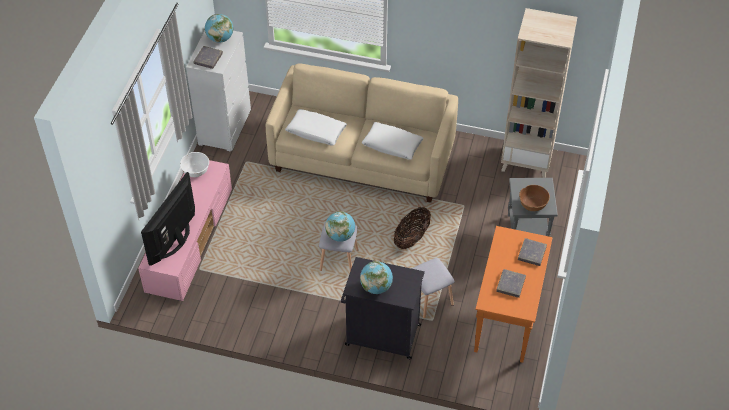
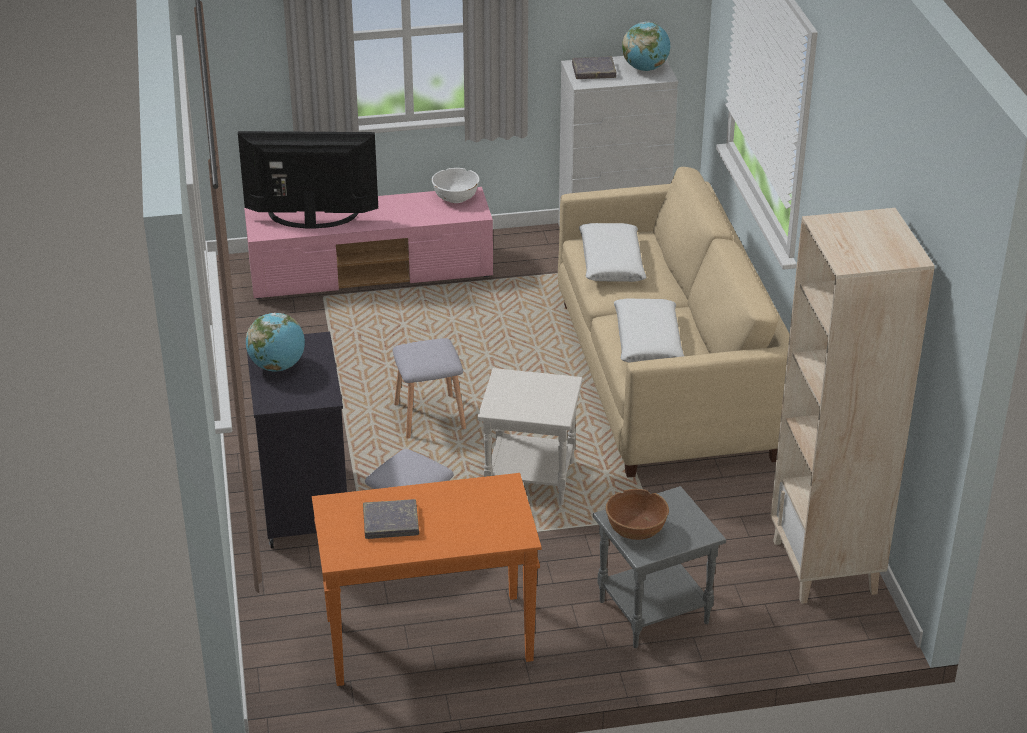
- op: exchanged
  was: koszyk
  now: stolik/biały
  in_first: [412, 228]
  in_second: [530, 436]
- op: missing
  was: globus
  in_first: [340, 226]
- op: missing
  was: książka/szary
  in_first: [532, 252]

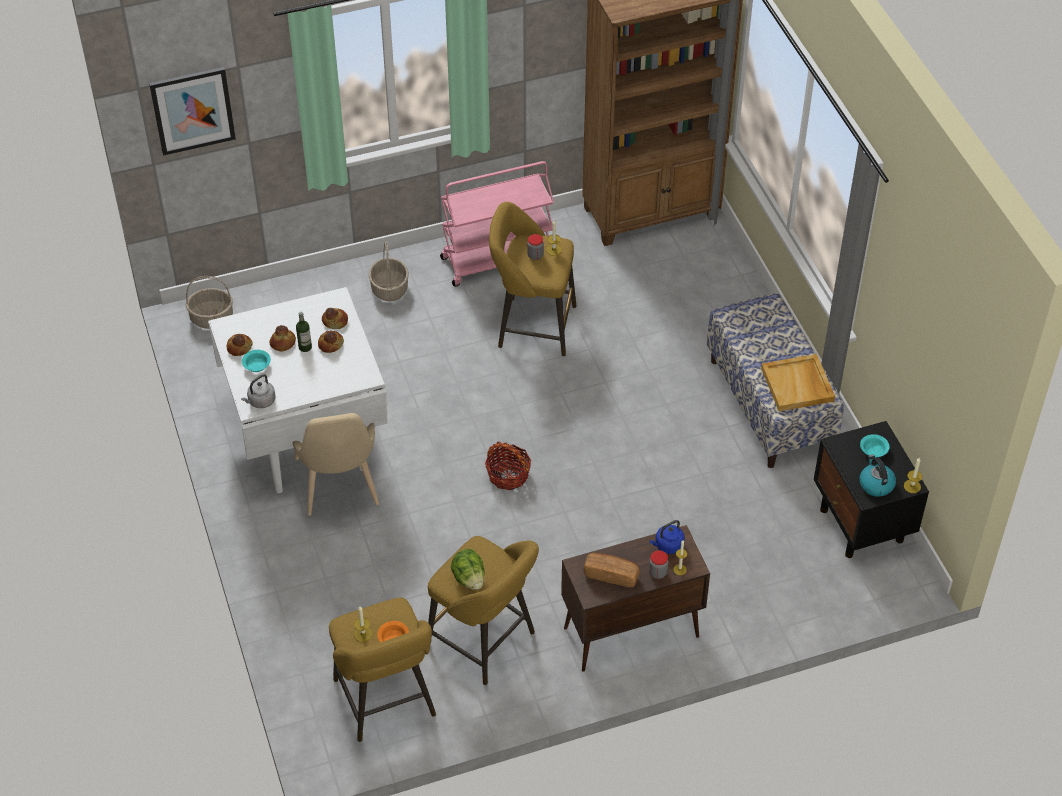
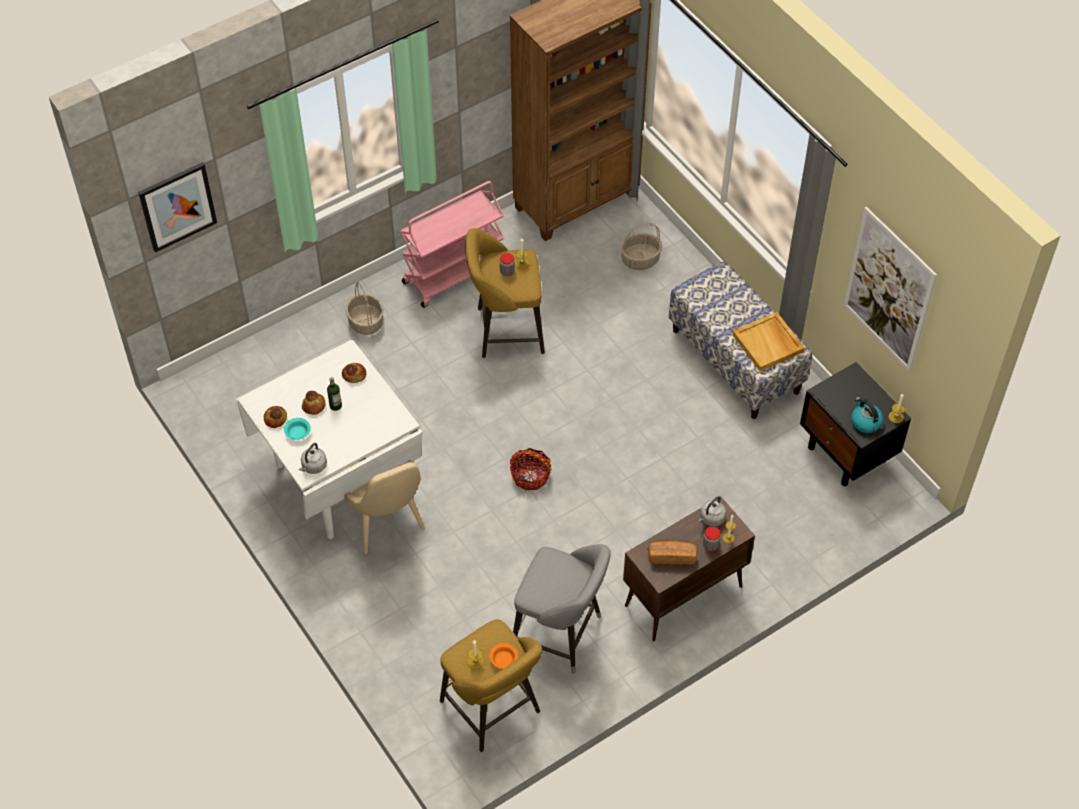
- op: relocated
  was: koszyk
  in_first: [209, 302]
  in_second: [641, 246]
- op: missing
  was: chleb
  in_first: [331, 342]
- op: missing
  was: miska/turkusowy
  in_first: [875, 446]
- op: colour
  was: czajnik/niebieski
  now: czajnik/szary
  in_first: [667, 537]
  in_second: [712, 511]
- op: colour
  was: stołek/żółty
  now: stołek/szary
  in_first: [483, 610]
  in_second: [562, 609]
- op: missing
  was: sałata
  in_first: [468, 569]
- op: appeared
  now: obraz
  in_second: [890, 289]

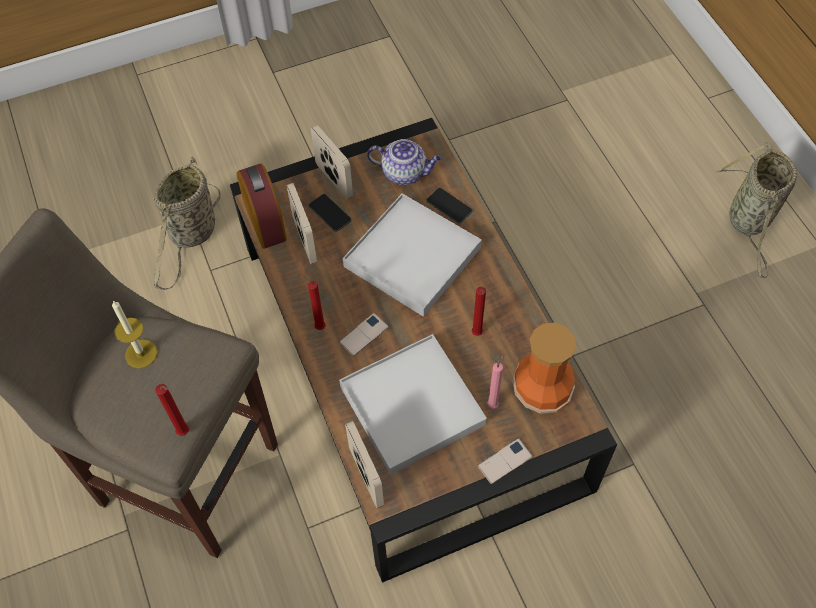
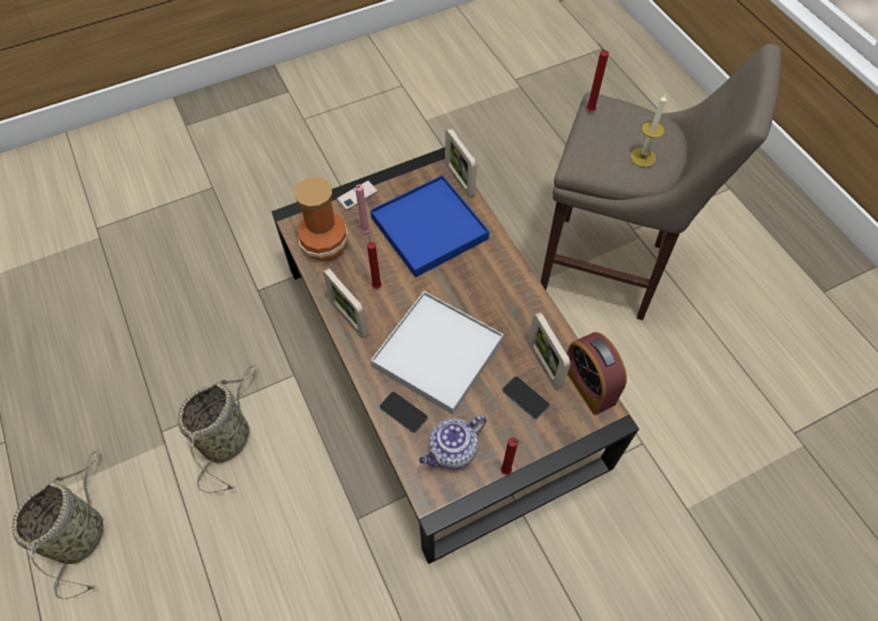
- op: relocated
  was: ramka na zdjęcie
  in_first: [332, 162]
  in_second: [345, 303]
- op: spun
  was: imbryk
  in_first: [404, 162]
  in_second: [453, 442]
  clockwise: -45
- op: relocated
  was: koszyk
  in_first: [187, 223]
  in_second: [217, 429]
- op: relocated
  was: świeca/czerwony
  in_first: [314, 302]
  in_second: [512, 456]
- op: missing
  was: telefon
  in_first: [364, 334]
- op: colour
  was: taca/biały
  now: taca/niebieski
  in_first: [413, 404]
  in_second: [429, 226]

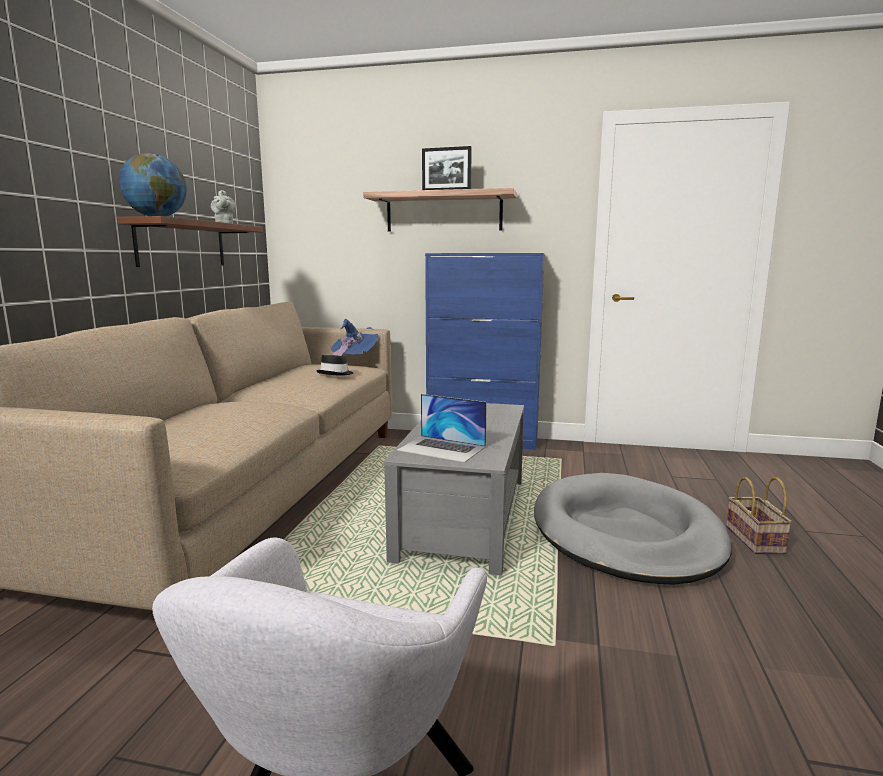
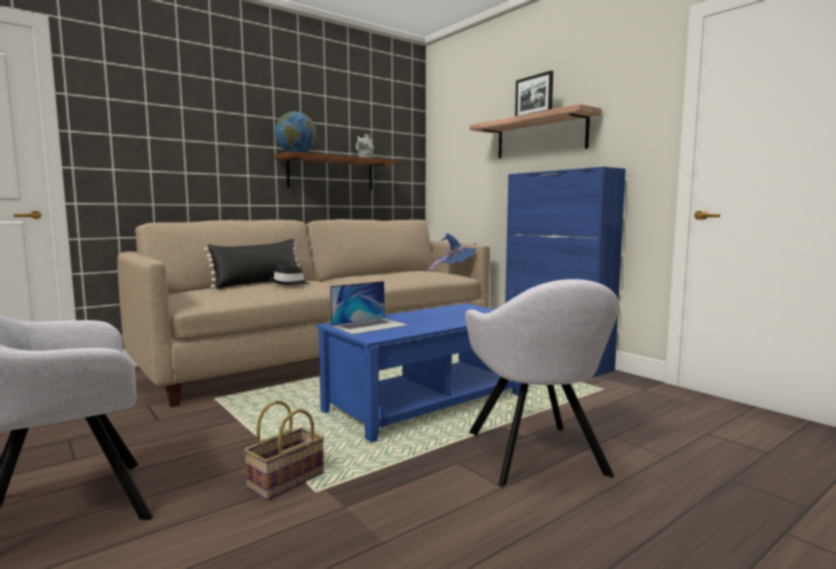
- op: relocated
  was: kapelusz/czarny
  in_first: [334, 365]
  in_second: [289, 274]
- op: spun
  was: laptop
  in_first: [442, 428]
  in_second: [369, 307]
  clockwise: -105
- op: colour
  was: ława/szary
  now: ława/niebieski
  in_first: [453, 489]
  in_second: [418, 373]
- op: exchanged
  was: legowisko/szary
  now: fotel/szary
  in_first: [633, 529]
  in_second: [542, 383]
- op: relocated
  was: koszyk
  in_first: [759, 515]
  in_second: [284, 450]
- op: appeared
  now: poduszka/czarny
  in_second: [251, 264]

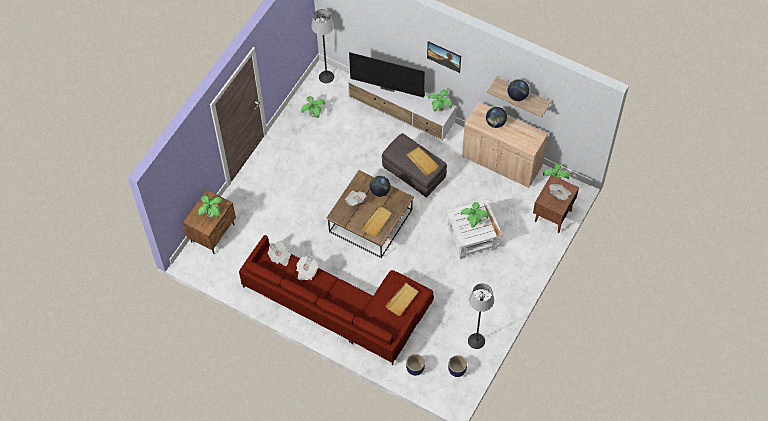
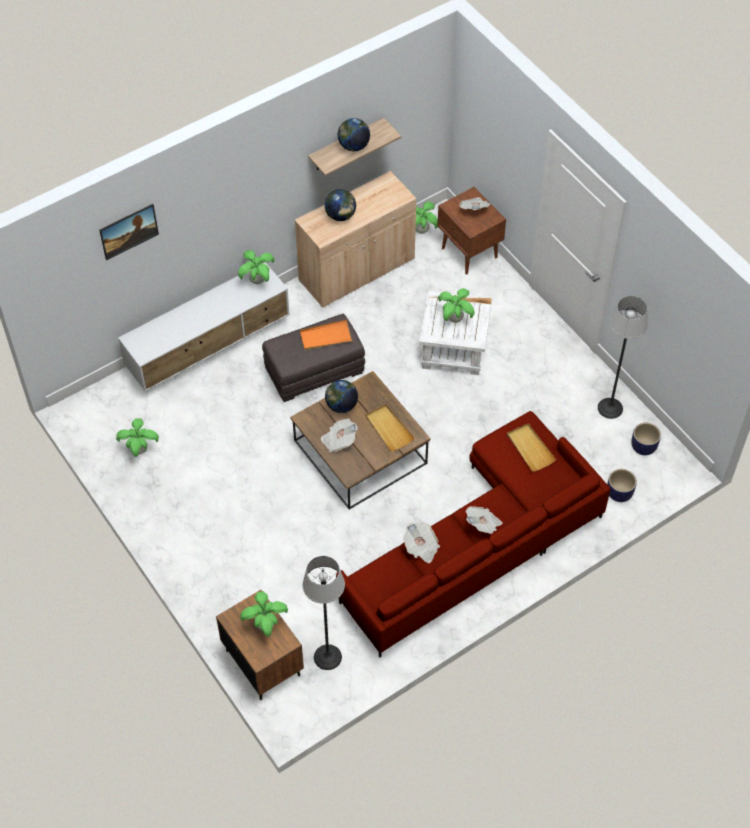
- op: relocated
  was: lampa stojąca
  in_first: [322, 46]
  in_second: [324, 613]
- op: relocated
  was: obraz
  in_first: [444, 57]
  in_second: [129, 232]
- op: missing
  was: telewizor
  in_first: [387, 75]
- op: colour
  was: taca/beżowy
  now: taca/pomarańczowy
  in_first: [422, 161]
  in_second: [326, 335]
- op: relocated
  was: gazeta
  in_first: [279, 254]
  in_second: [484, 520]

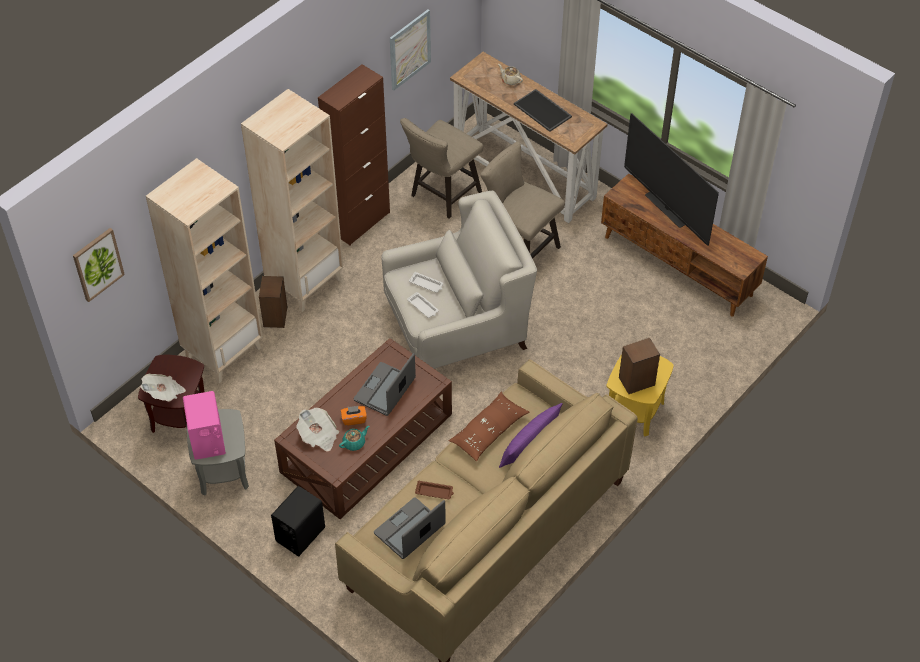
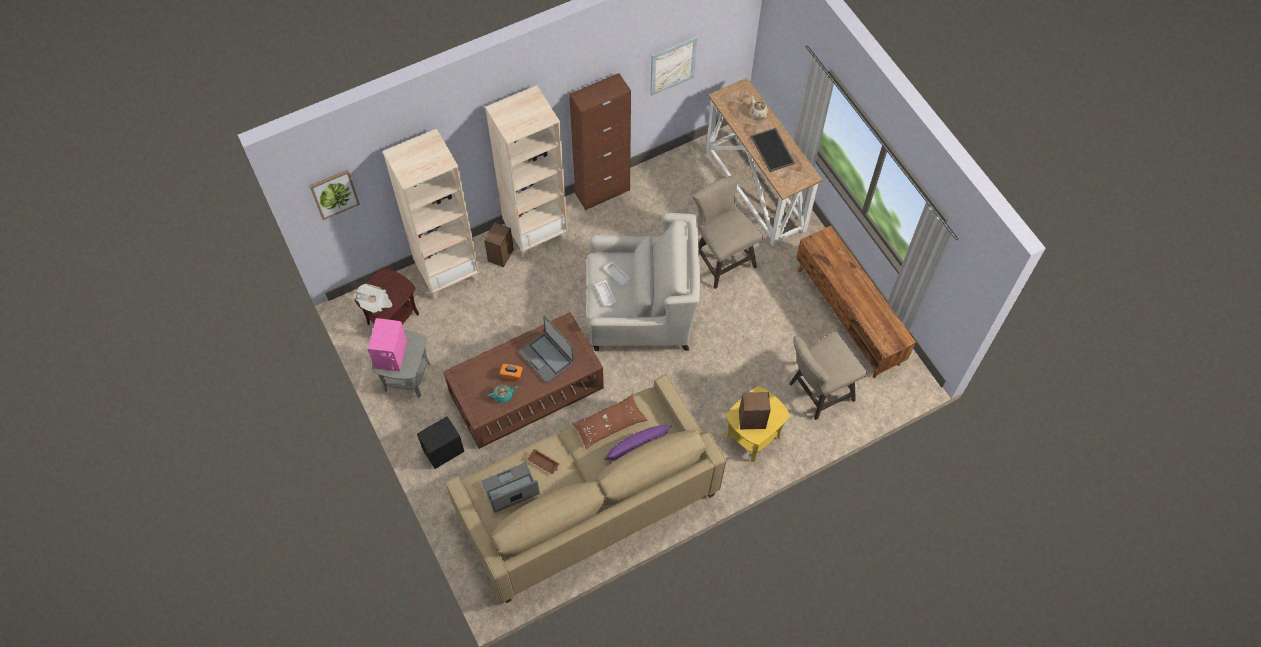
- op: missing
  was: telewizor
  in_first: [671, 179]
- op: relocated
  was: stołek/beżowy
  in_first: [442, 168]
  in_second: [828, 376]
- op: spun
  was: laptop
  in_first: [385, 384]
  in_second: [546, 349]
  clockwise: -90
- op: missing
  was: gazeta
  in_first: [317, 430]

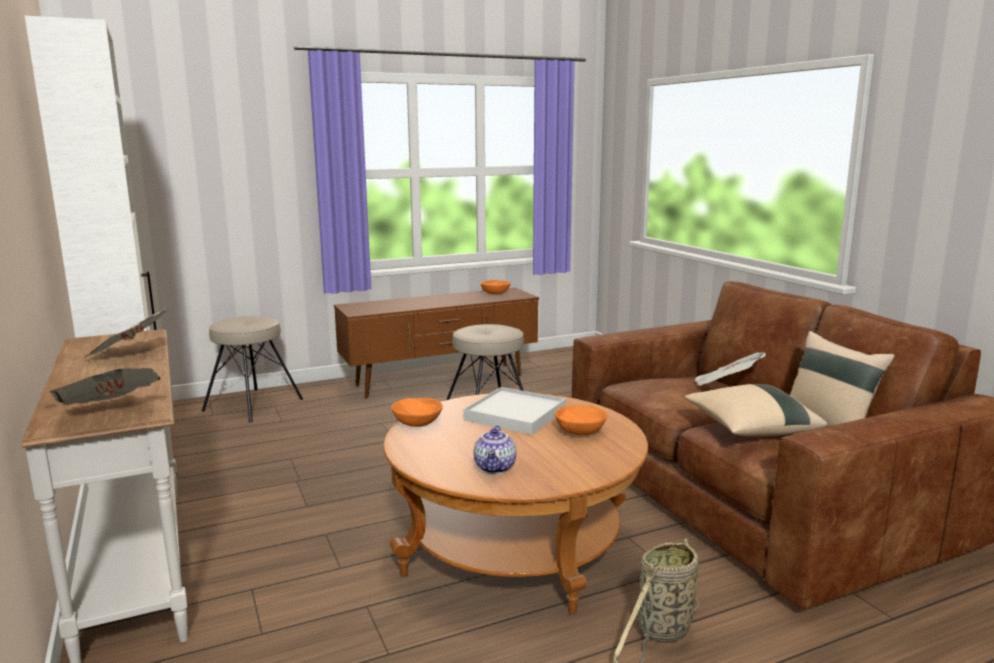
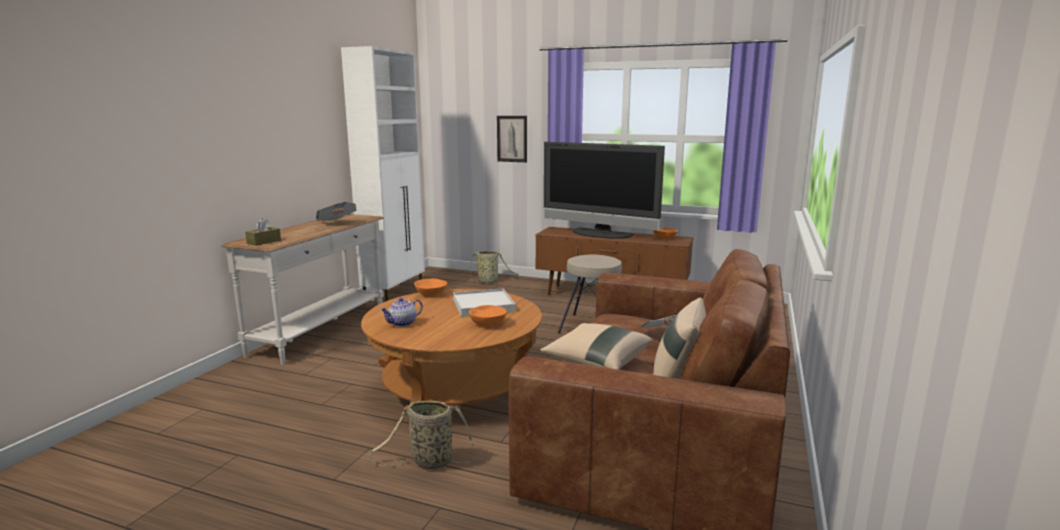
- op: exchanged
  was: stołek/beżowy
  now: koszyk
  in_first: [252, 369]
  in_second: [492, 267]
- op: exchanged
  was: gazeta
  now: pudełko chusteczek/brązowy
  in_first: [105, 386]
  in_second: [263, 232]
- op: appeared
  now: obraz
  in_second: [512, 139]
- op: appeared
  now: telewizor
  in_second: [604, 190]

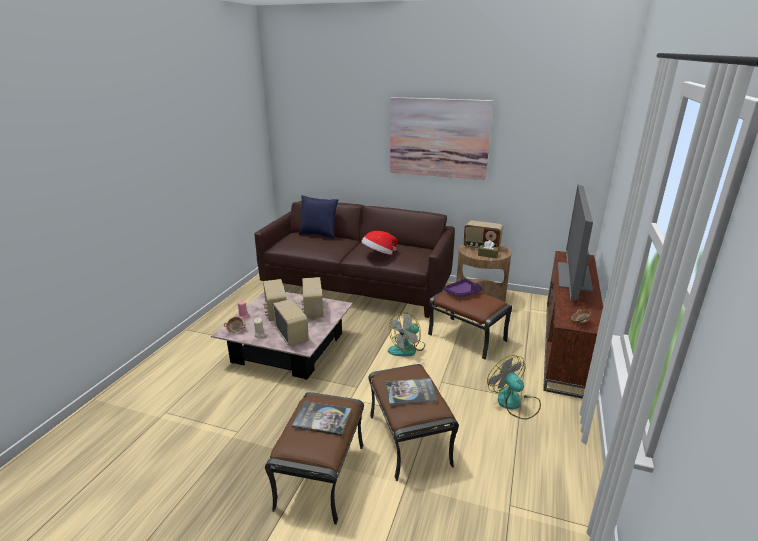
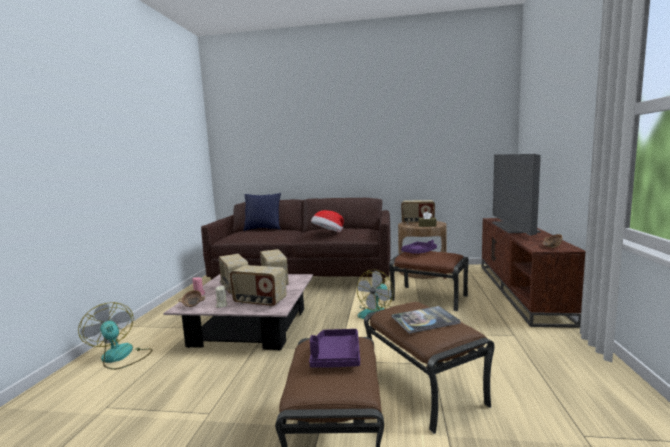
- op: missing
  was: obraz
  in_first: [441, 138]
- op: spun
  was: radio
  in_first: [290, 322]
  in_second: [258, 286]
  clockwise: 150
- op: relocated
  was: wentylator
  in_first: [514, 387]
  in_second: [115, 336]
- op: exchanged
  was: książka
  now: taca/fioletowy
  in_first: [321, 418]
  in_second: [334, 348]

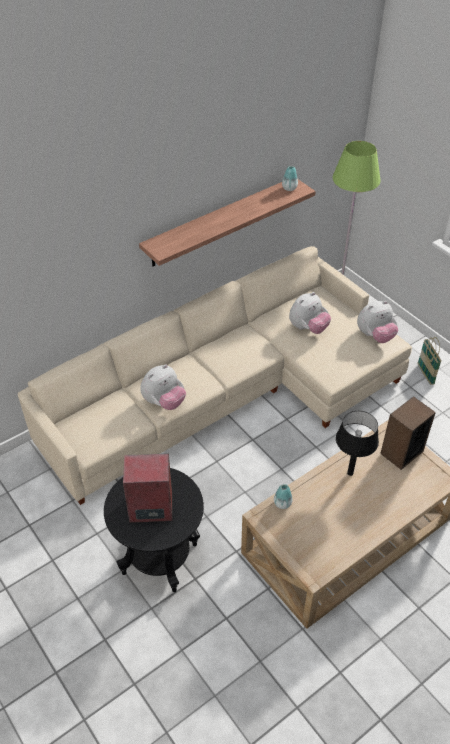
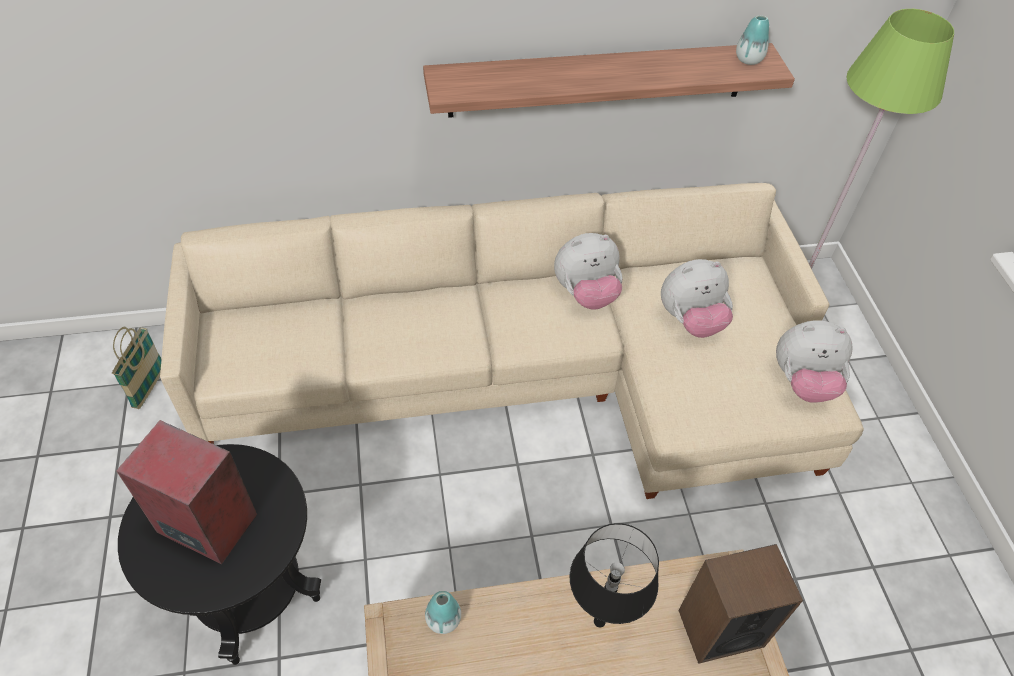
- op: relocated
  was: koszyk
  in_first: [430, 361]
  in_second: [137, 368]
- op: relocated
  was: pluszak
  in_first: [163, 387]
  in_second: [588, 271]

